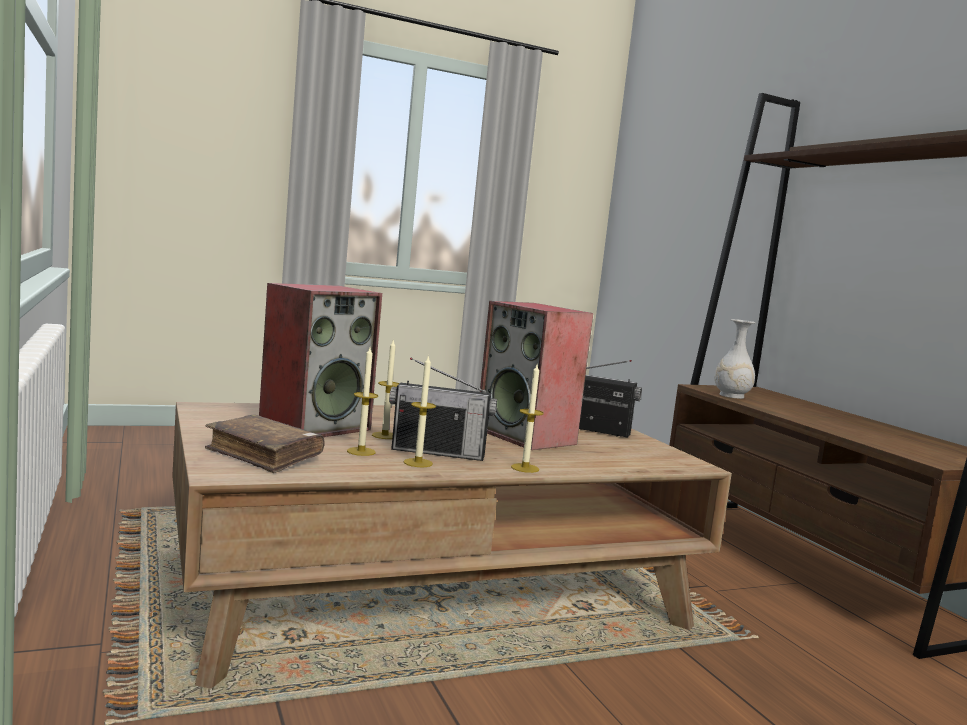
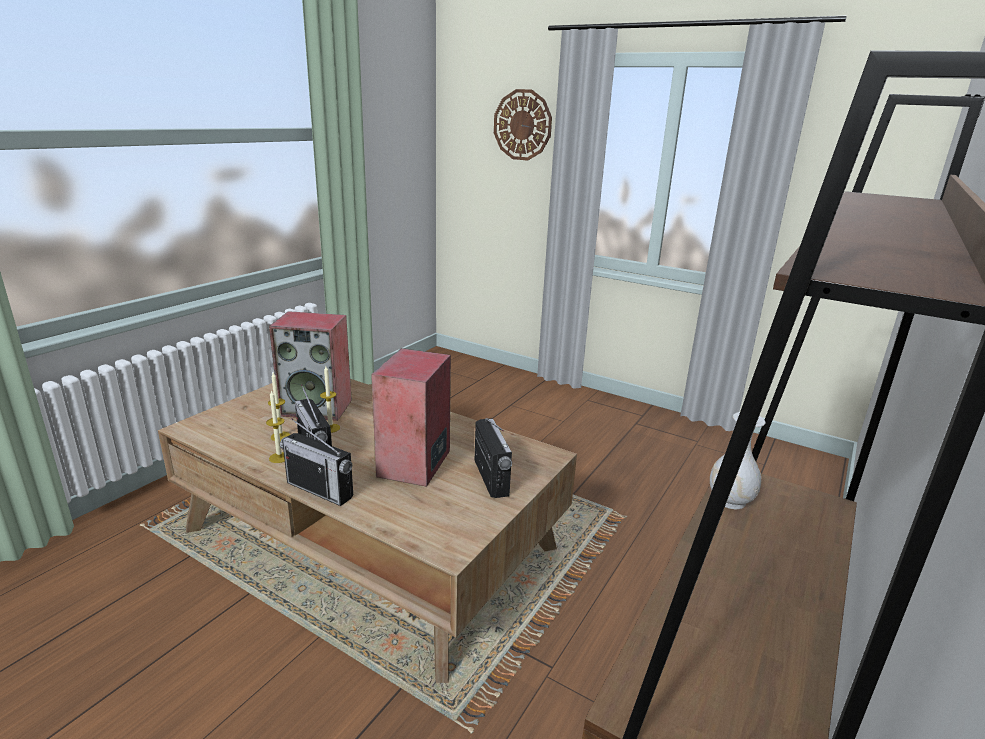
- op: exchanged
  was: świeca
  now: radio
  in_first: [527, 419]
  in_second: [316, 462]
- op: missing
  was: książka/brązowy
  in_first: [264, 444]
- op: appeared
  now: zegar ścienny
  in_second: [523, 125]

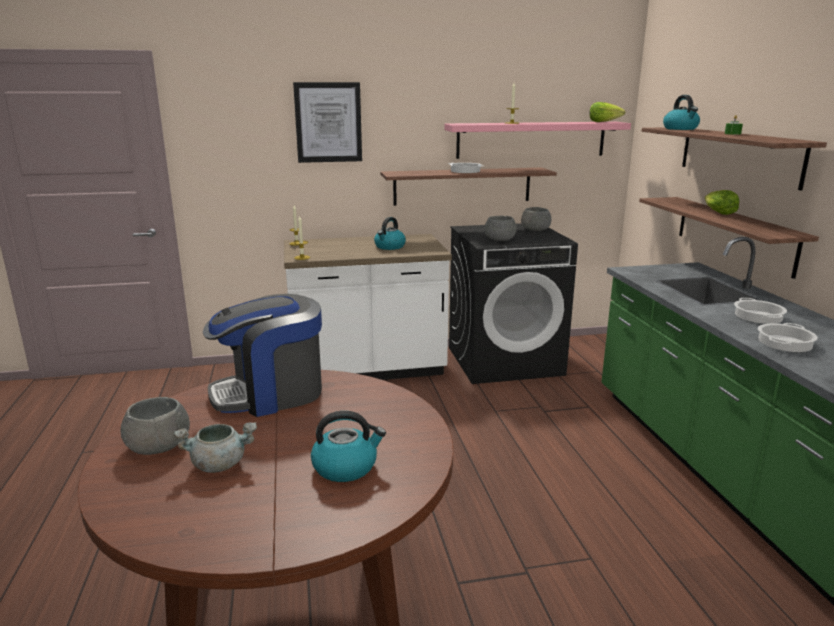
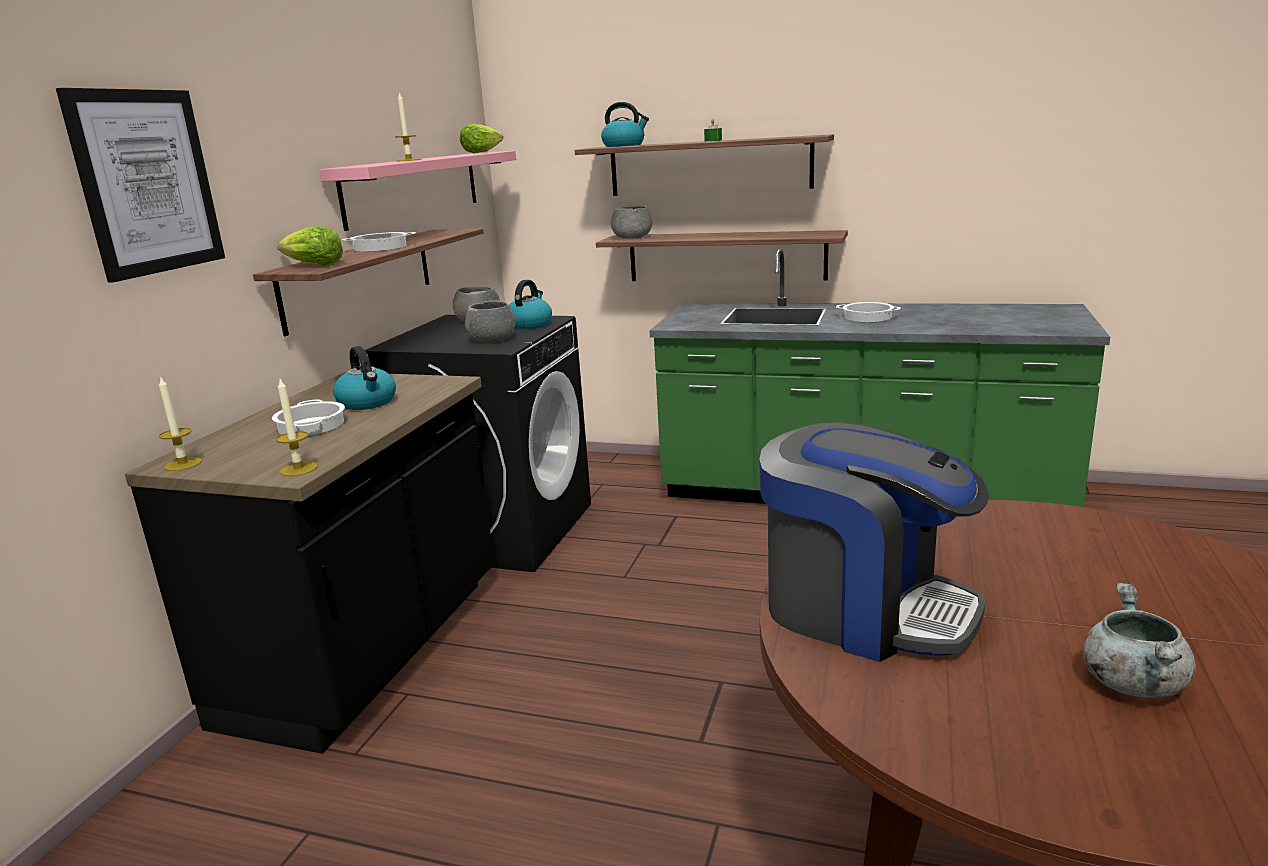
- op: relocated
  was: sałata
  in_first: [722, 202]
  in_second: [310, 245]
- op: colour
  was: zabudowa kuchenna/biały
  now: zabudowa kuchenna/czarny
  in_first: [368, 307]
  in_second: [309, 563]
- op: spun
  was: ekspres do kawy
  in_first: [262, 355]
  in_second: [874, 542]
  clockwise: -60
- op: relocated
  was: garnek
  in_first: [788, 337]
  in_second: [308, 418]
- op: relocated
  was: miska/szary
  in_first: [155, 426]
  in_second: [631, 222]
- op: relocated
  was: czajnik
  in_first: [348, 446]
  in_second: [530, 304]

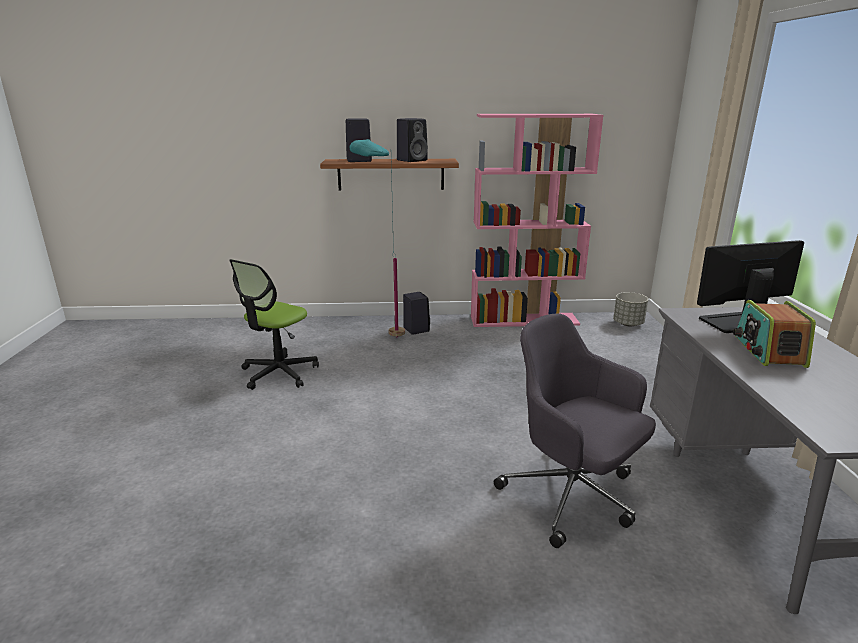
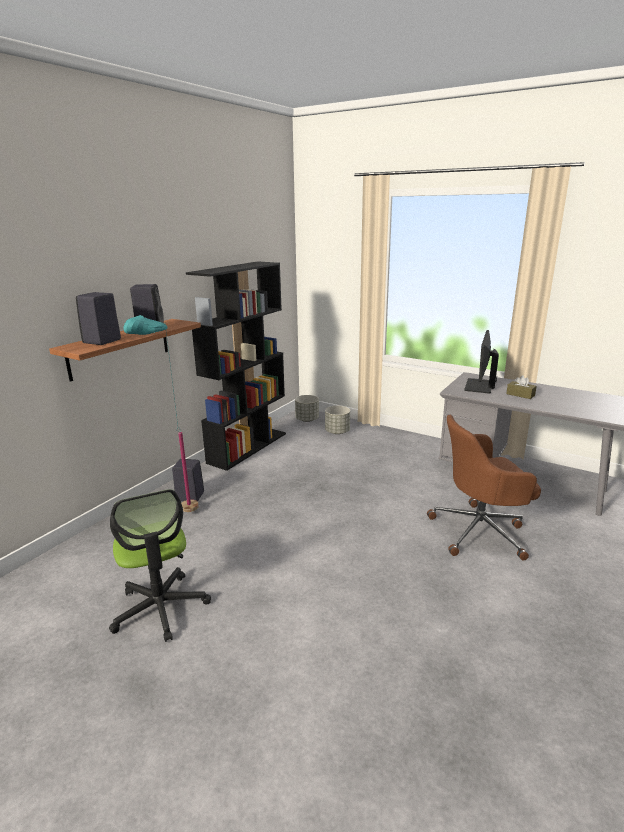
- op: colour
  was: regał/różowy
  now: regał/czarny
  in_first: [537, 220]
  in_second: [236, 366]
- op: exchanged
  was: radio
  now: pudełko chusteczek/brązowy
  in_first: [774, 334]
  in_second: [521, 387]
- op: colour
  was: krzesło biurowe/szary
  now: krzesło biurowe/brązowy
  in_first: [575, 430]
  in_second: [484, 488]
- op: appeared
  now: donica/szary
  in_second: [337, 420]

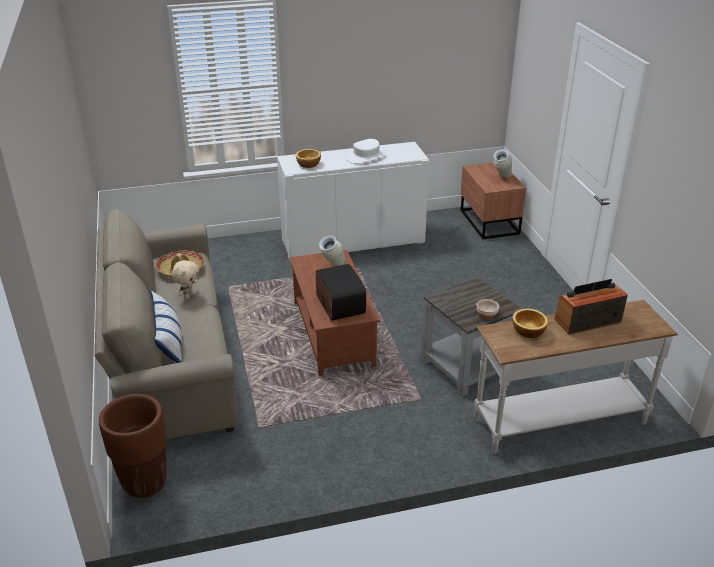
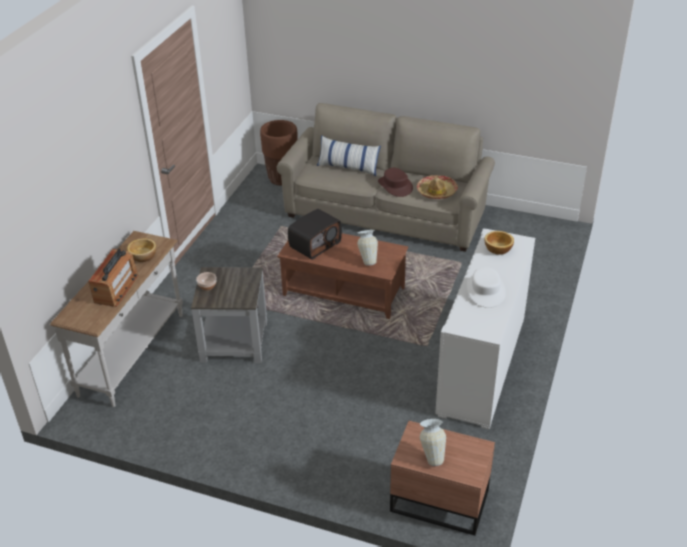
- op: exchanged
  was: pluszak/beżowy
  now: kapelusz/brązowy
  in_first: [185, 279]
  in_second: [395, 182]
- op: spun
  was: radio
  in_first: [341, 292]
  in_second: [315, 234]
  clockwise: -60

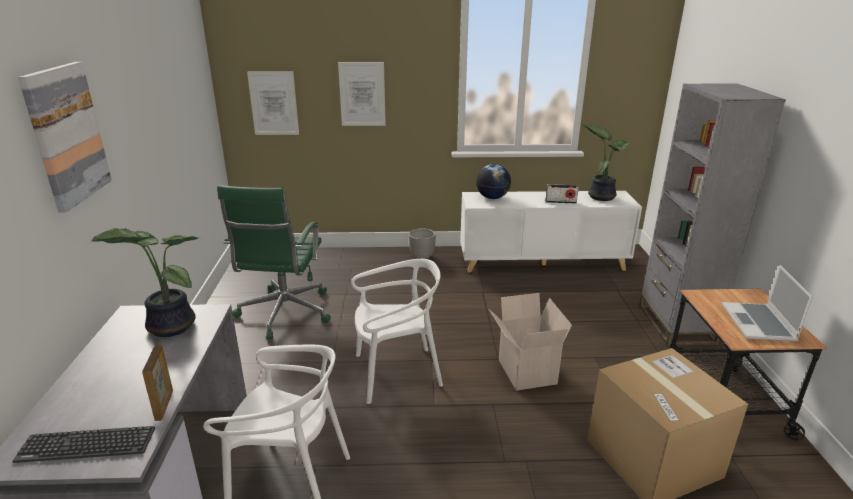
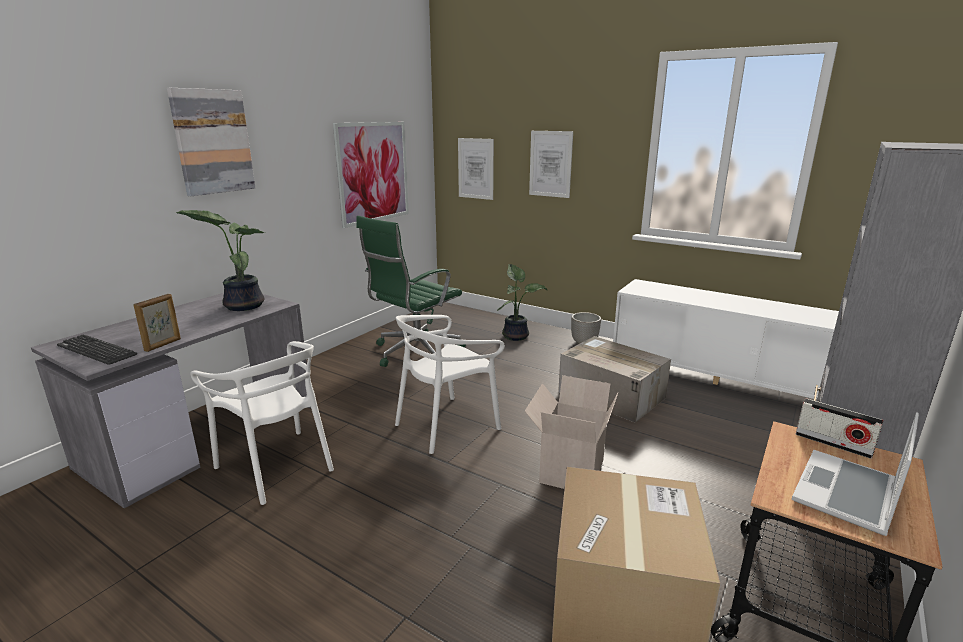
- op: relocated
  was: roślina doniczkowa
  in_first: [606, 162]
  in_second: [522, 302]
- op: missing
  was: globus
  in_first: [493, 181]
- op: relocated
  was: radio
  in_first: [562, 193]
  in_second: [839, 428]
- op: spun
  was: krzesło/biały
  in_first: [397, 331]
  in_second: [450, 384]
  clockwise: 120
- op: appeared
  now: obraz
  in_second: [371, 175]
- op: appeared
  now: karton
  in_second: [614, 379]

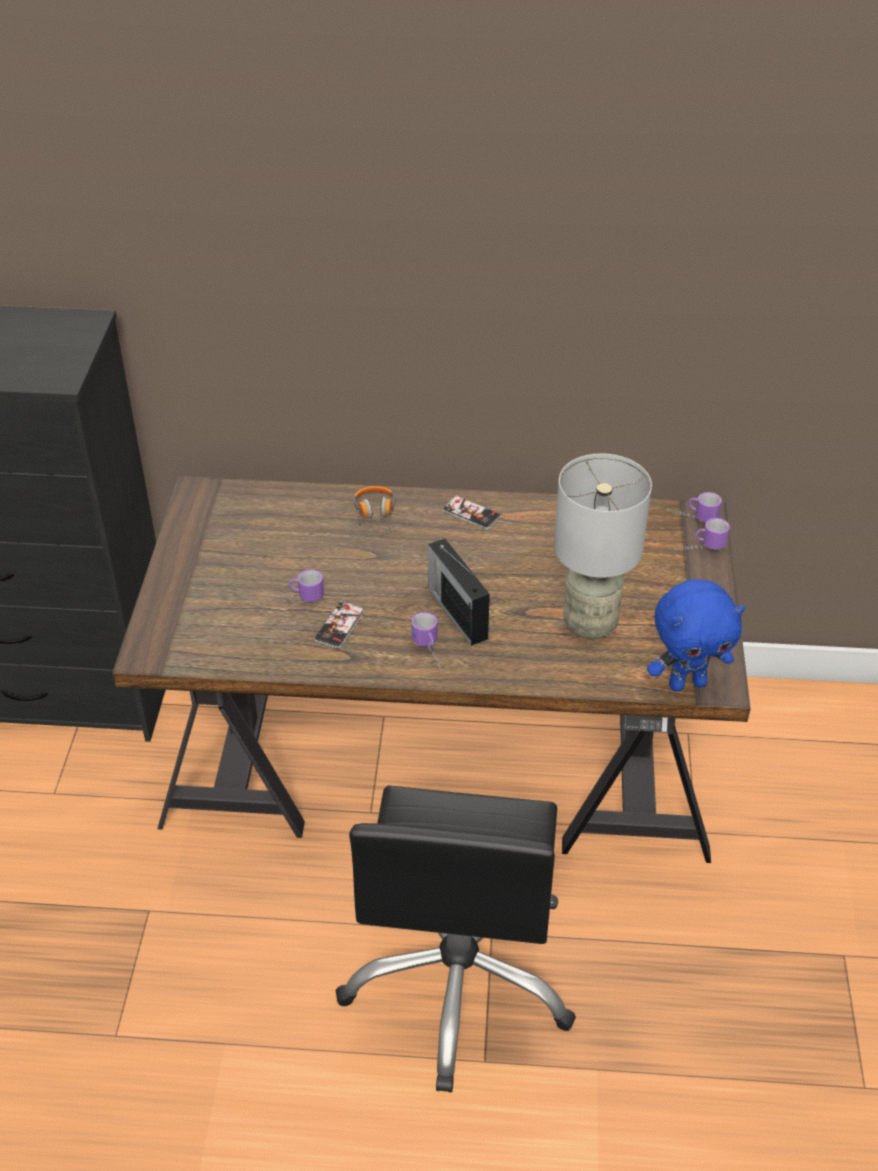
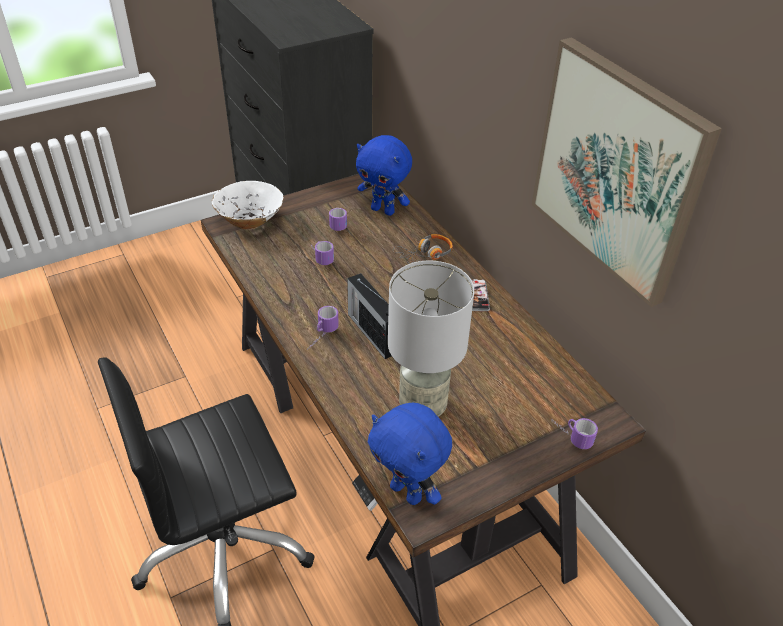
- op: relocated
  was: kubek
  in_first: [694, 507]
  in_second: [338, 219]
- op: spun
  was: radio
  in_first: [459, 592]
  in_second: [369, 316]
  clockwise: -60
- op: missing
  was: telefon
  in_first: [339, 624]
- op: appeared
  now: obraz
  in_second: [627, 172]
- op: appeared
  now: pluszak/niebieski
  in_second: [384, 175]
- op: appeared
  now: miska/biały
  in_second: [248, 205]

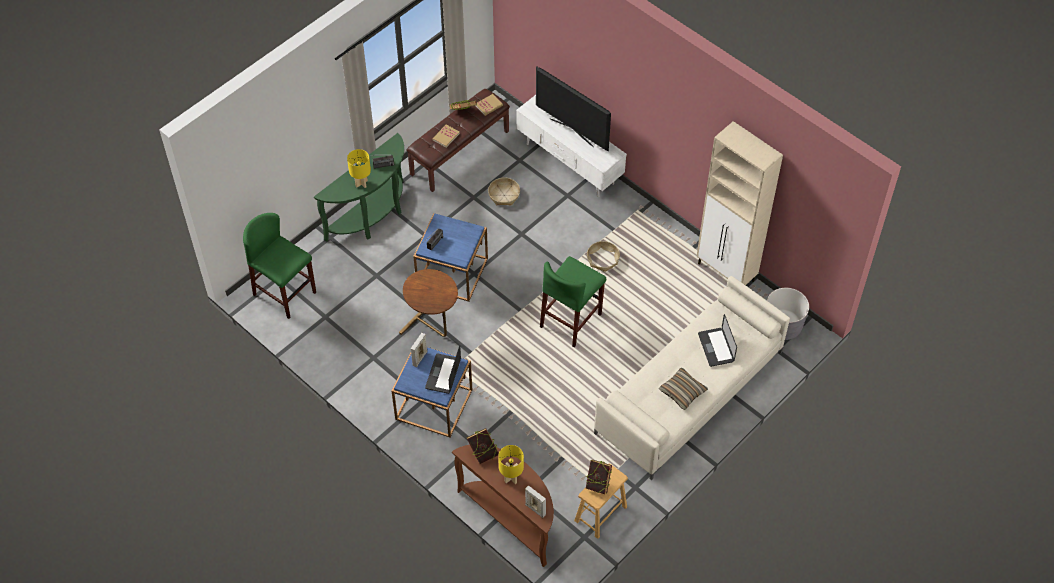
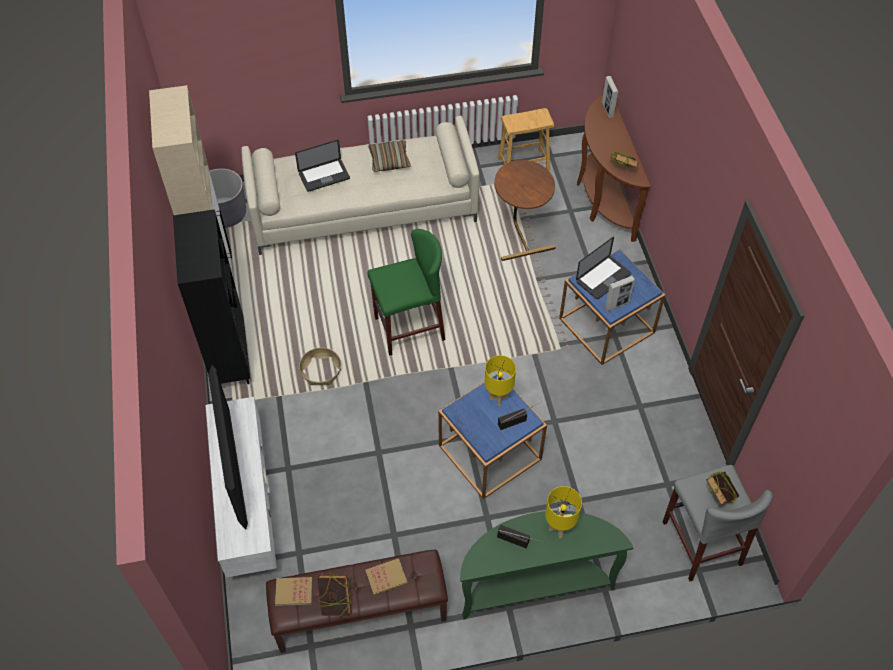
- op: missing
  was: koszyk
  in_first: [504, 191]
- op: colour
  was: stołek/zielony
  now: stołek/szary
  in_first: [279, 266]
  in_second: [718, 523]
- op: relocated
  was: stolik/brązowy
  in_first: [428, 303]
  in_second: [525, 210]
- op: spun
  was: laptop
  in_first: [717, 340]
  in_second: [322, 166]
  clockwise: 45
- op: relocated
  was: lampa stołowa/żółty
  in_first: [511, 464]
  in_second: [500, 380]
- op: relocated
  was: książka
  in_first: [599, 477]
  in_second: [722, 488]
- op: appeared
  now: regał/czarny
  in_second: [211, 296]

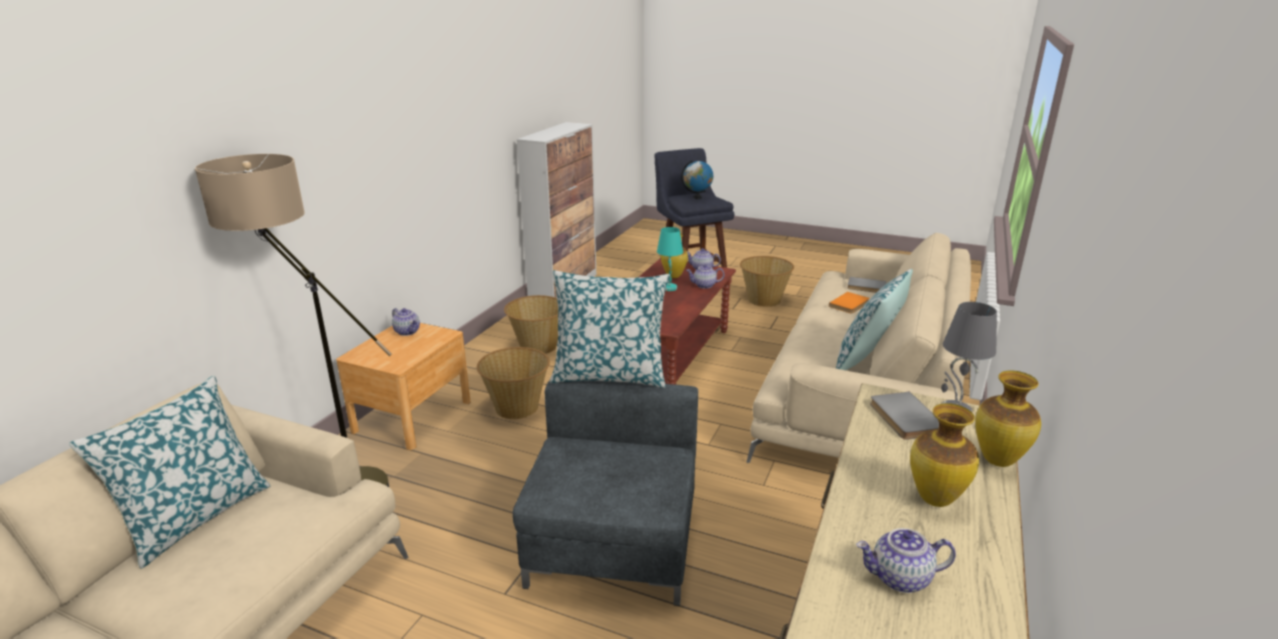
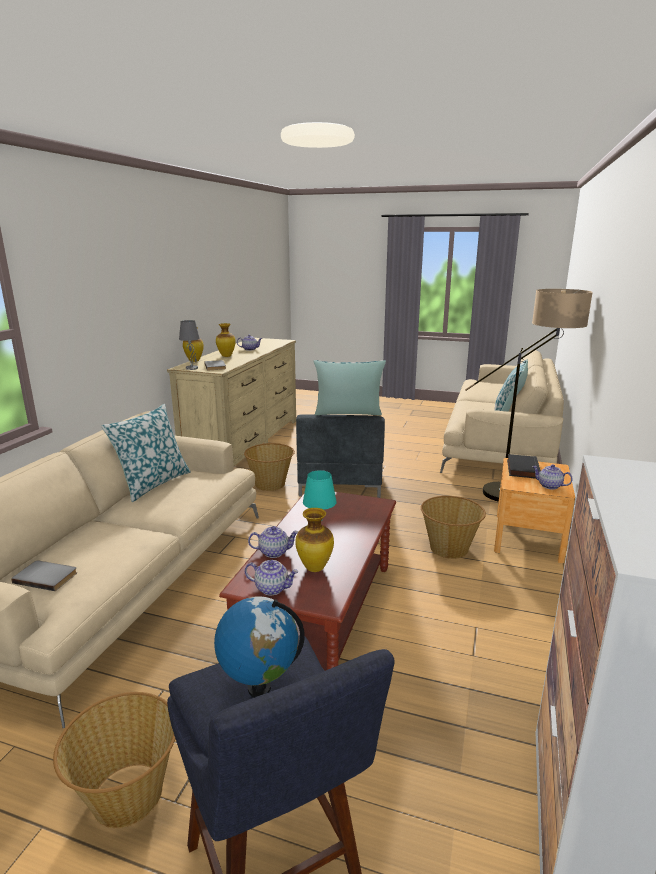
- op: missing
  was: książka/pomarańczowy
  in_first: [849, 303]
- op: relocated
  was: koszyk
  in_first: [531, 324]
  in_second: [269, 467]
- op: appeared
  now: książka/czarny
  in_second: [524, 466]

